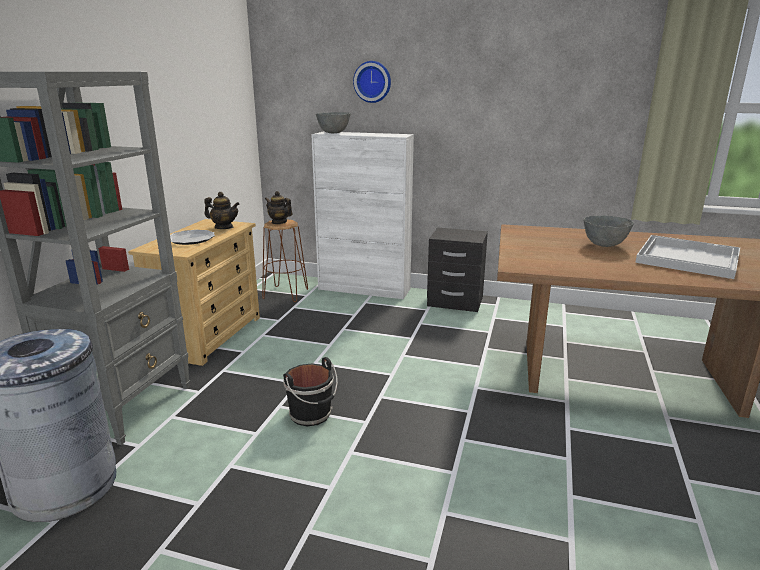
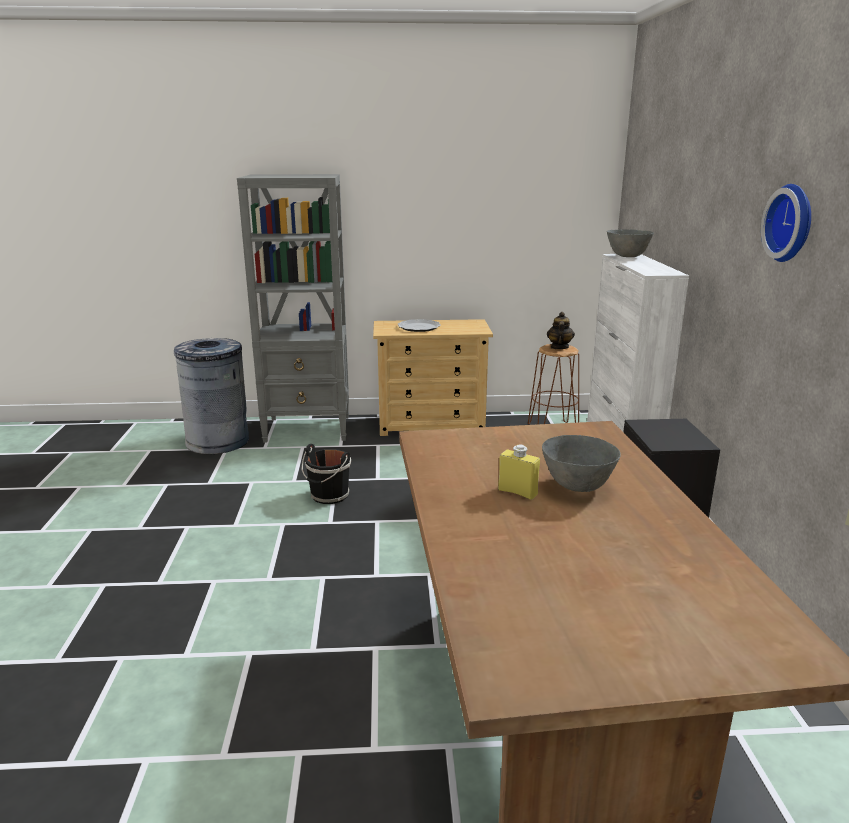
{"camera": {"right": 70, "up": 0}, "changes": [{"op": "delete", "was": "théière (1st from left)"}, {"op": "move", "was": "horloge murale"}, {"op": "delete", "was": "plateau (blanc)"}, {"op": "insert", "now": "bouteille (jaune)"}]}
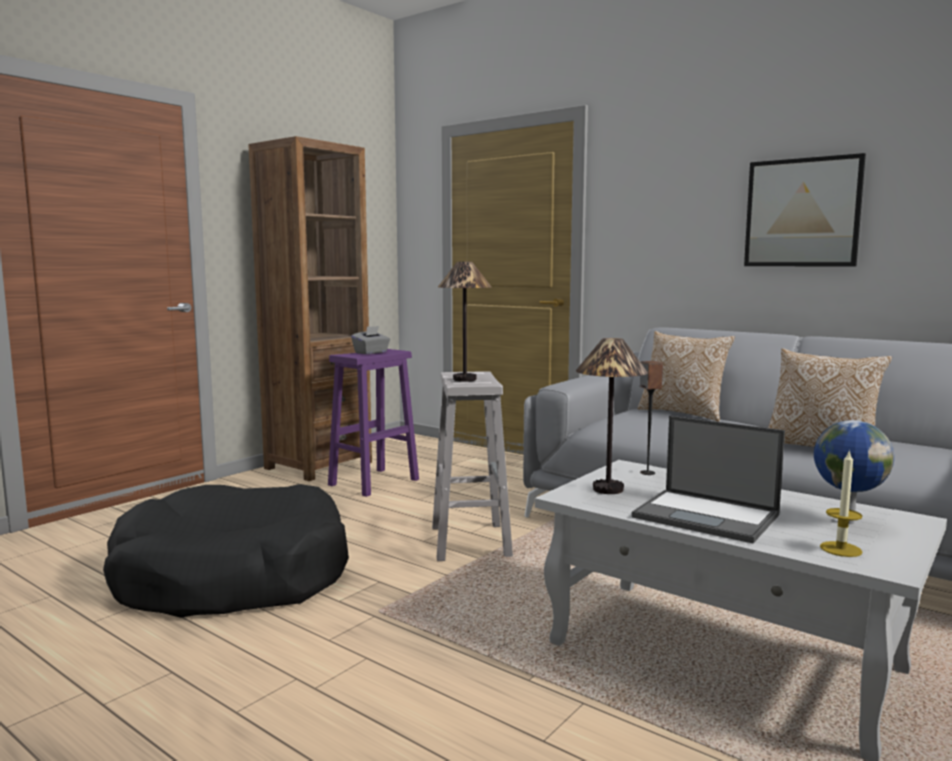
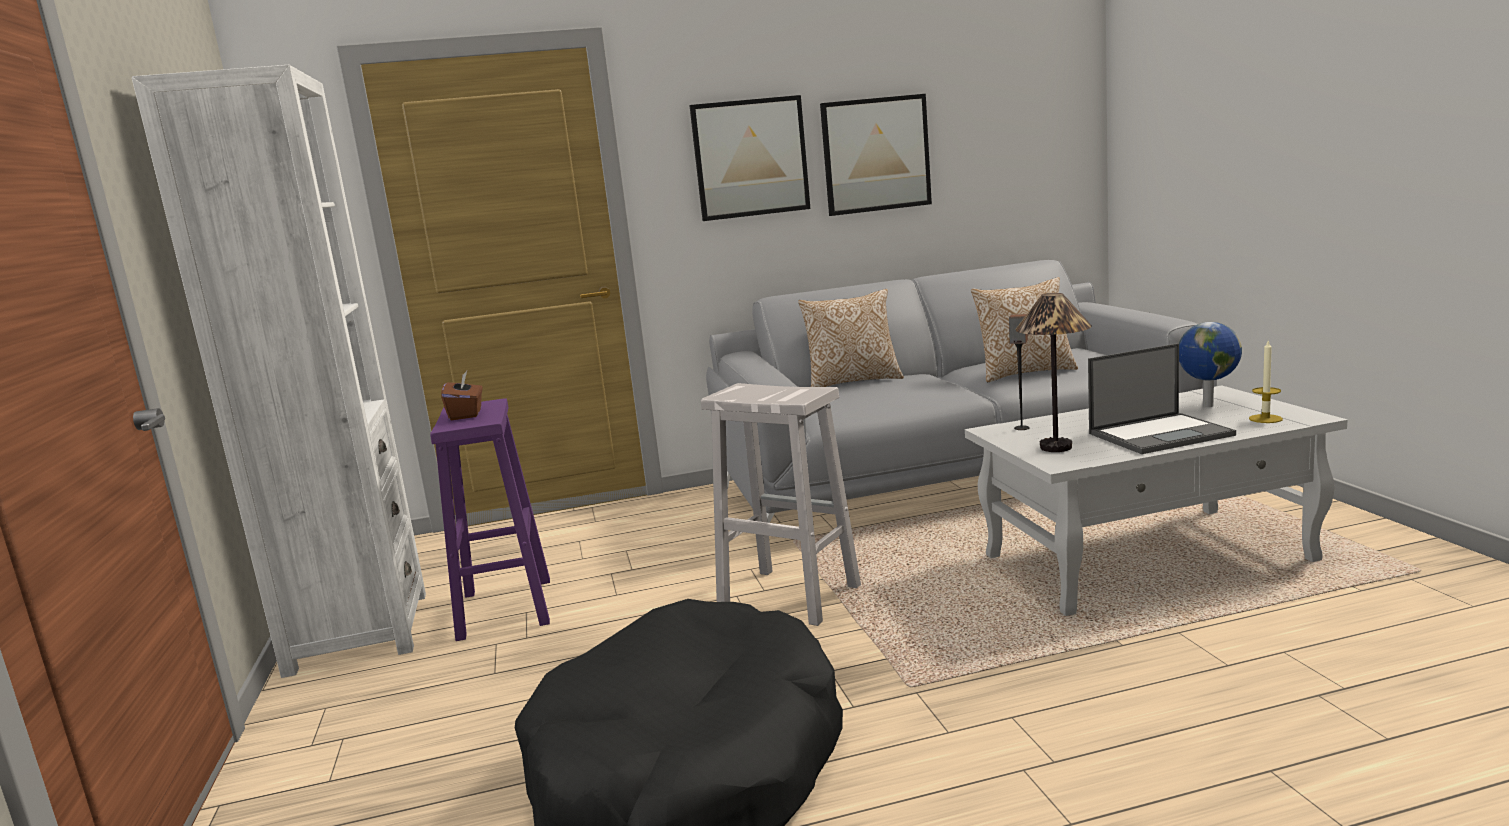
{"camera": {"right": -50, "up": 5}, "changes": [{"op": "recolor", "was": "bibliothèque (marron)", "now": "bibliothèque (blanc)"}, {"op": "recolor", "was": "boîte à mouchoirs (gris)", "now": "boîte à mouchoirs (marron)"}, {"op": "delete", "was": "lampe de table (1st from left)"}, {"op": "insert", "now": "tableau (1st from left)"}]}
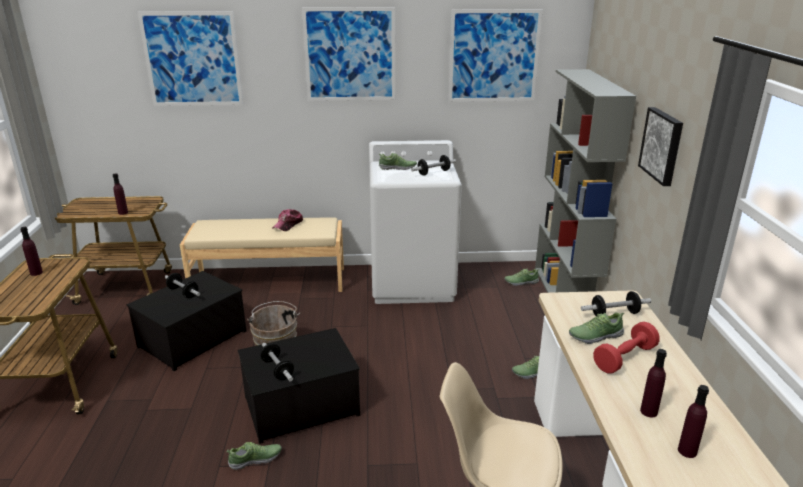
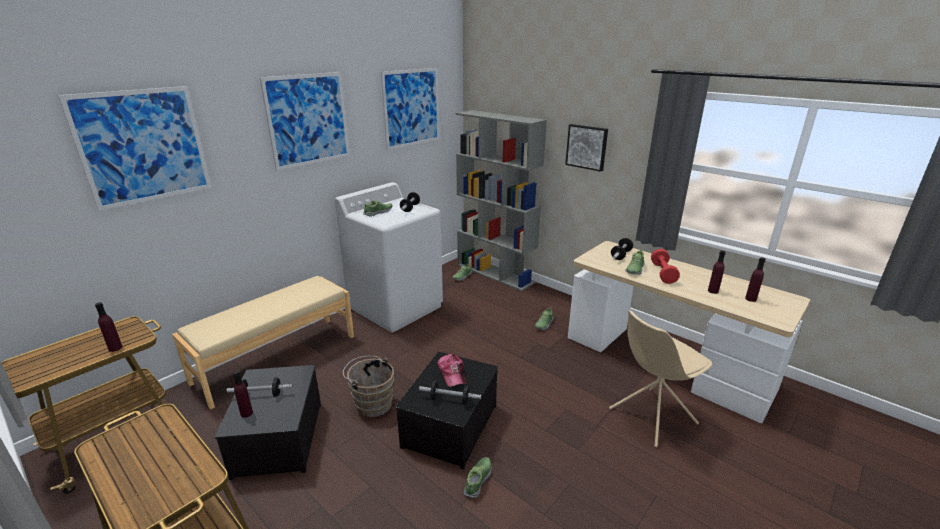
{"camera": {"right": -45, "up": 0}, "changes": [{"op": "move", "was": "bouteille (violet) (1st from left in the first image)", "now": "bouteille (violet) (2nd from left)"}, {"op": "move", "was": "casquette"}]}
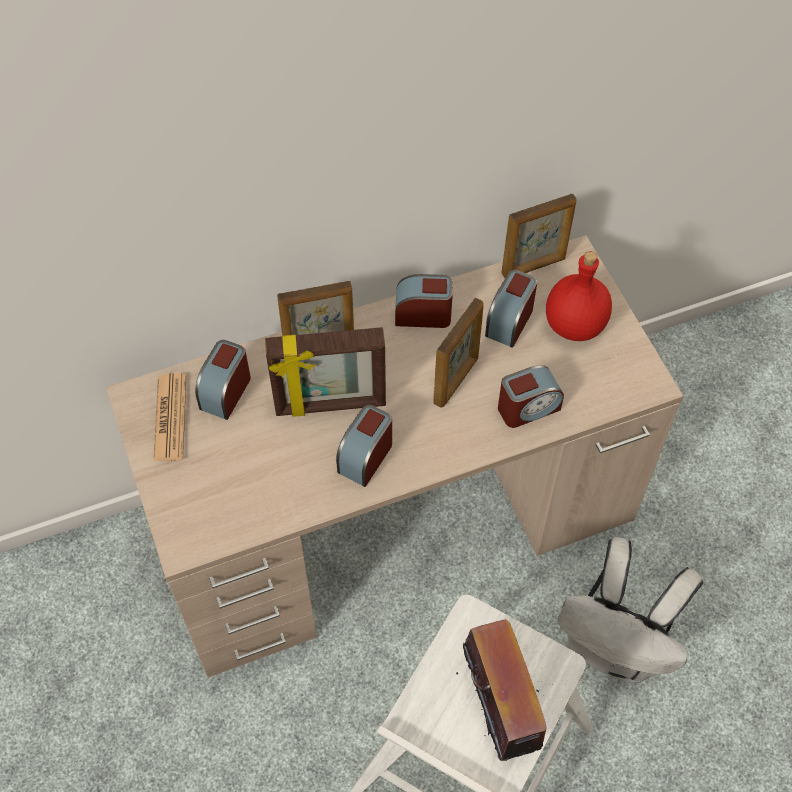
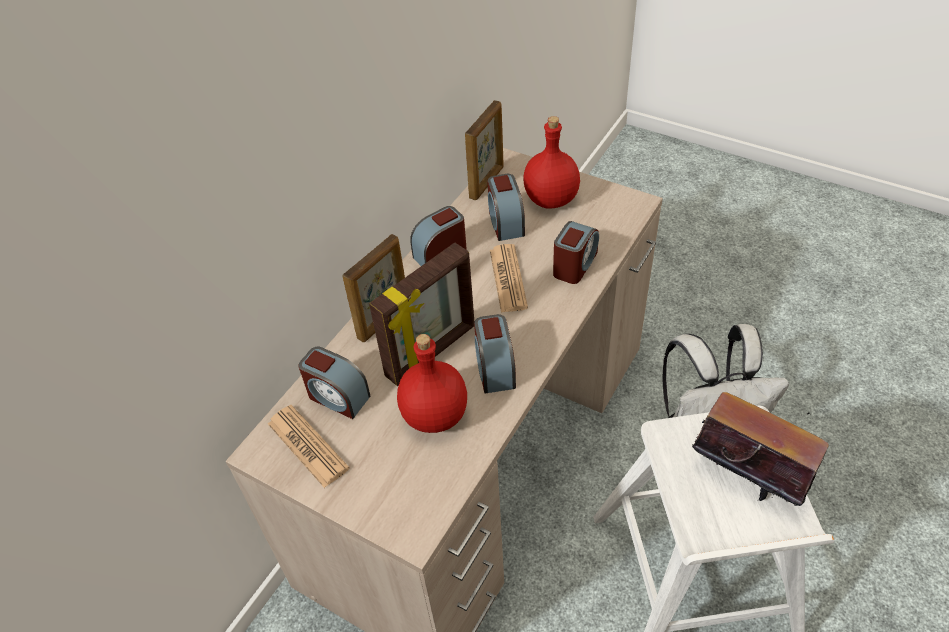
{"camera": {"right": -35, "up": -10}, "changes": [{"op": "rotate", "was": "réveil (1st from left)", "clockwise": -45}, {"op": "replace", "was": "cadre photo (3rd from left)", "now": "journal (2nd from left)"}, {"op": "insert", "now": "bouteille (rouge) (1st from left)"}]}
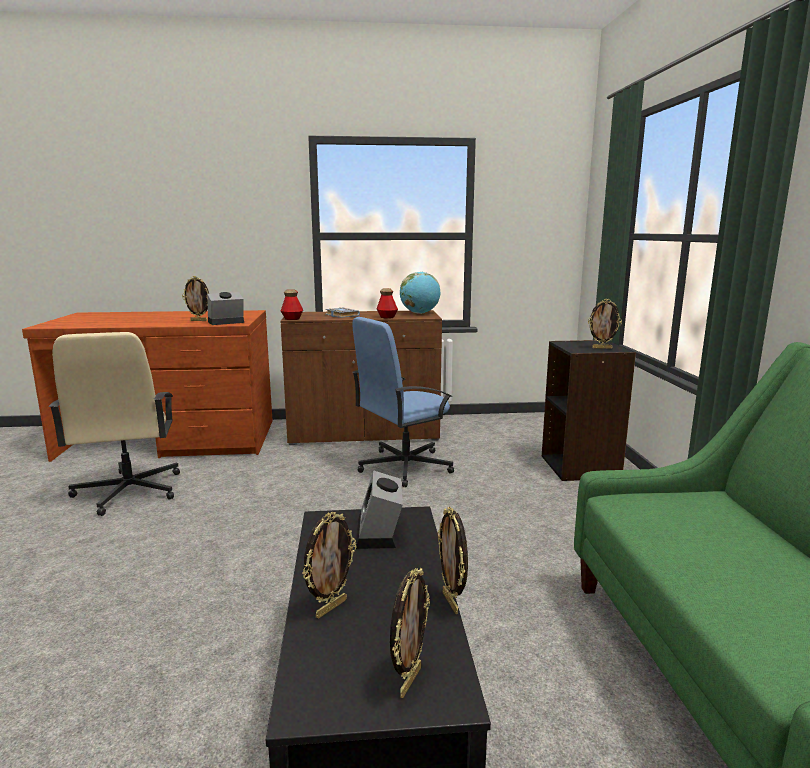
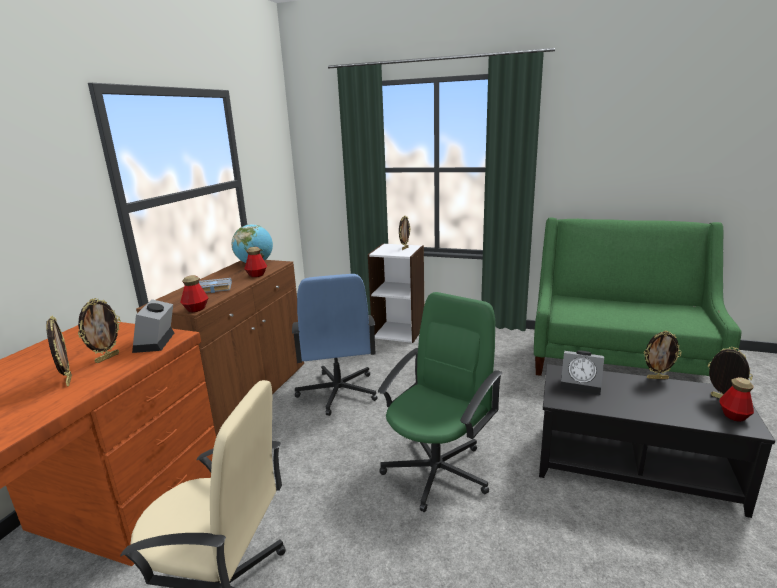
{"camera": {"right": -65, "up": 5}, "changes": [{"op": "move", "was": "cadre photo (2nd from left in the first image)", "now": "cadre photo (1st from left)"}, {"op": "recolor", "was": "bibliothèque (noir)", "now": "bibliothèque (blanc)"}, {"op": "insert", "now": "chaise de bureau (vert)"}, {"op": "insert", "now": "bouteille (3rd from left)"}]}
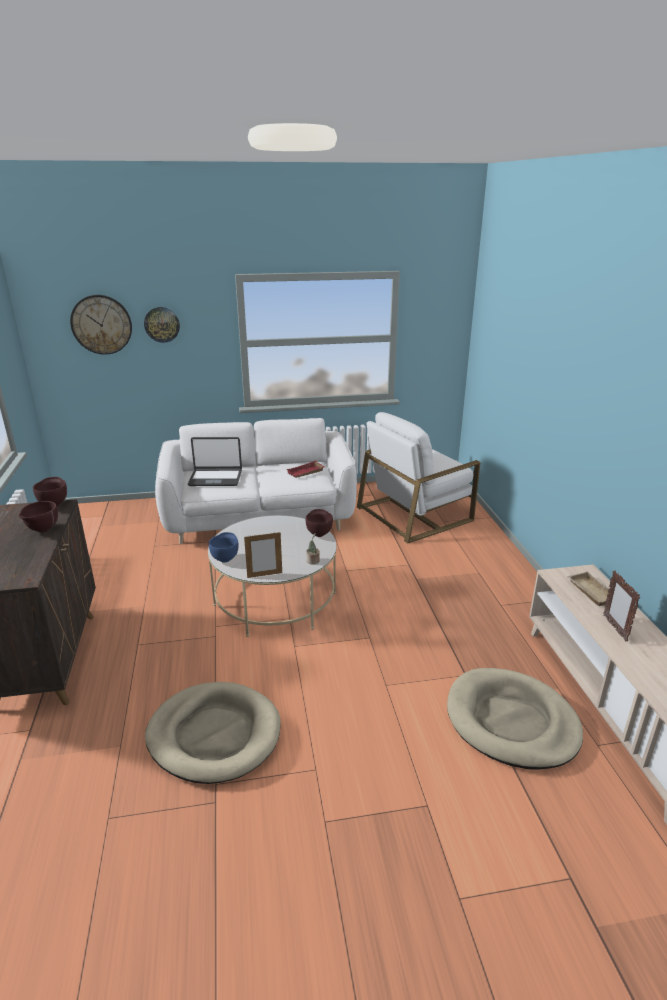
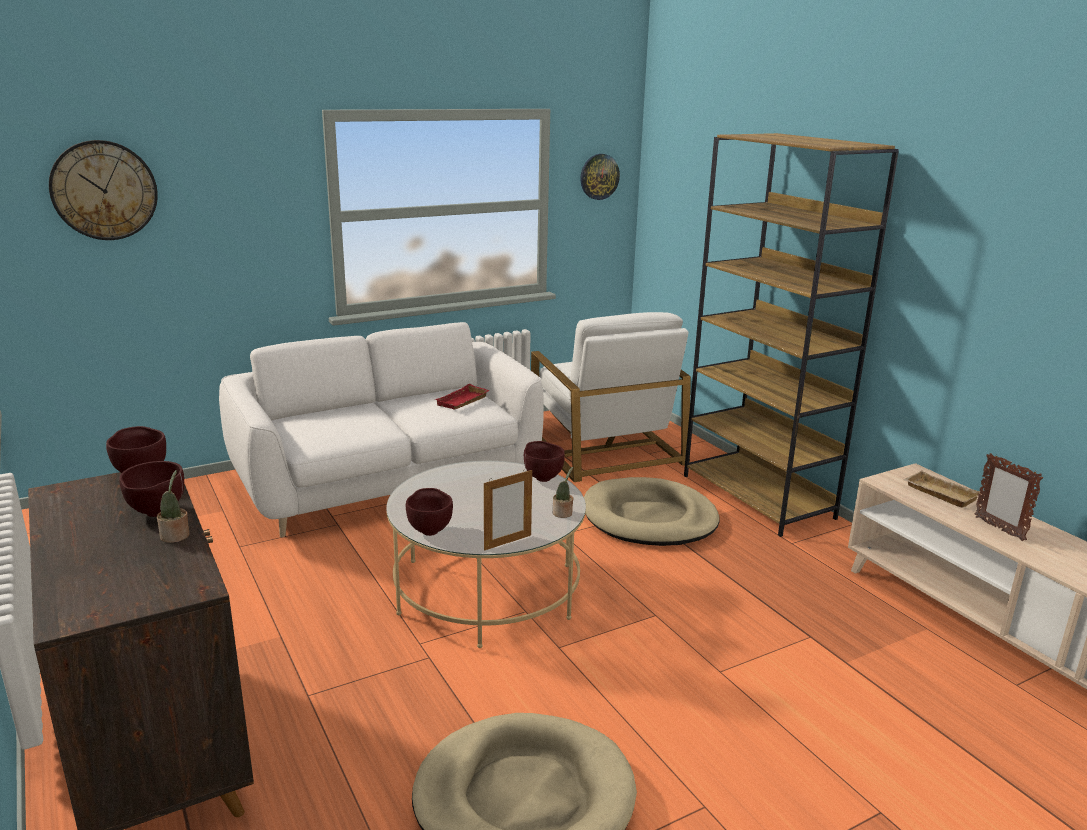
{"camera": {"right": -20, "up": -5}, "changes": [{"op": "move", "was": "horloge murale (2nd from left)"}, {"op": "delete", "was": "ordinateur portable"}, {"op": "recolor", "was": "bol (bleu)", "now": "bol (marron) (3rd from left)"}, {"op": "rotate", "was": "fauteuil (blanc)", "clockwise": -60}, {"op": "move", "was": "panier pour chien (beige) (2nd from left)"}, {"op": "insert", "now": "plante en pot (1st from left)"}, {"op": "insert", "now": "bibliothèque (marron)"}]}
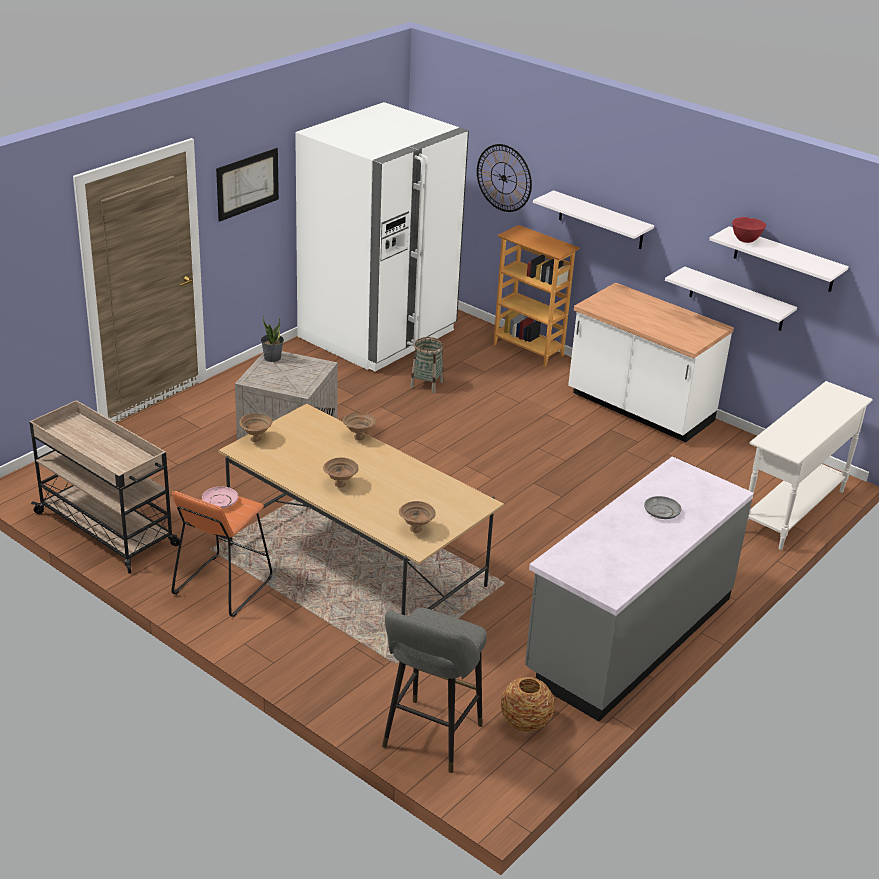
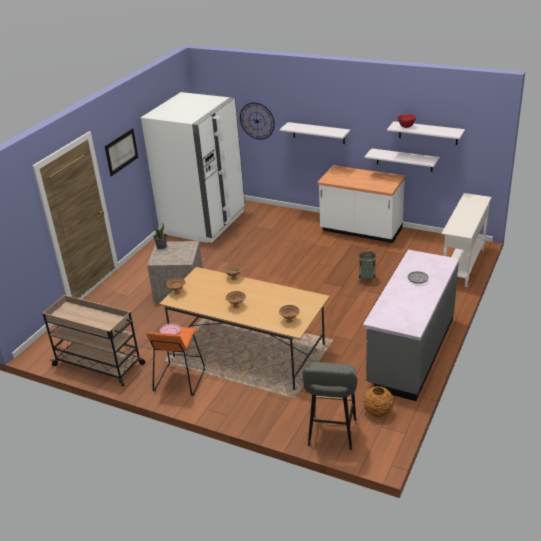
{"camera": {"right": -10, "up": 0}, "changes": [{"op": "move", "was": "panier"}, {"op": "delete", "was": "bibliothèque"}]}
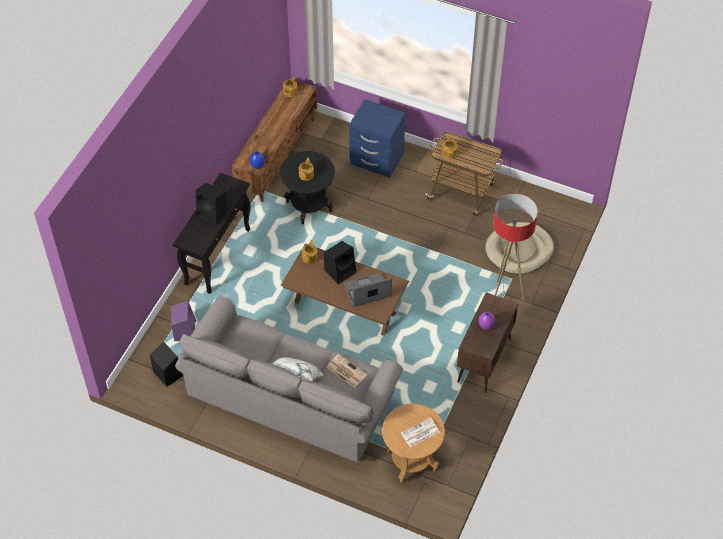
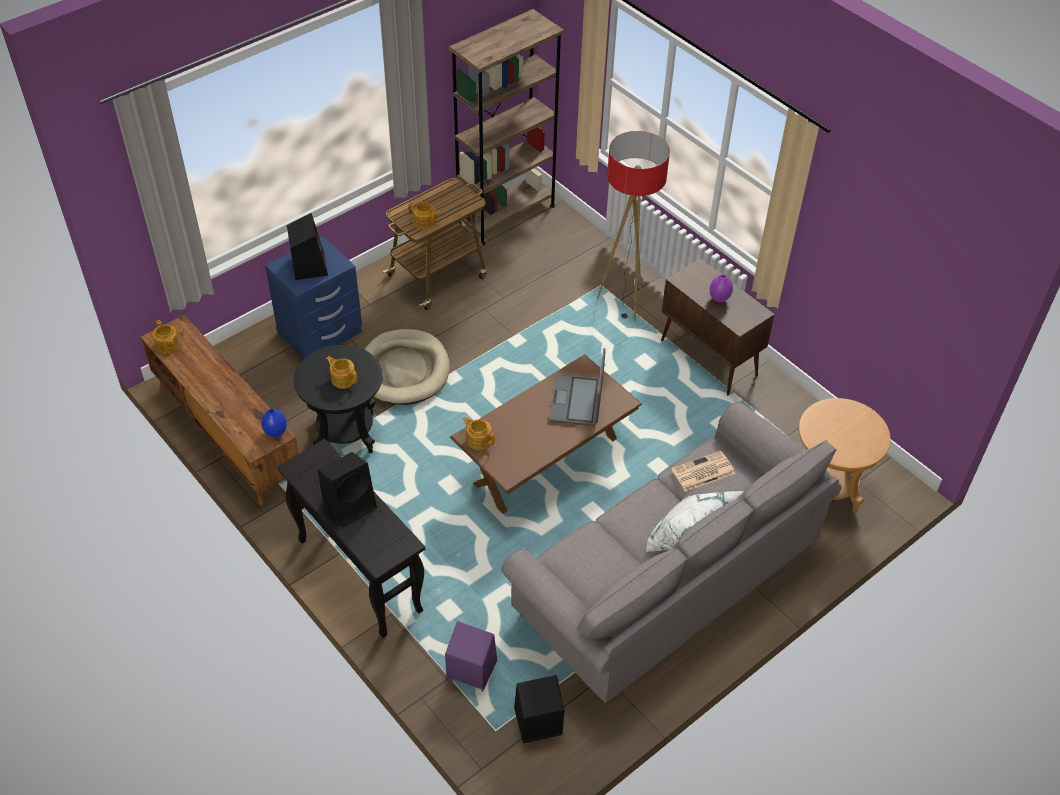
{"camera": {"right": -65, "up": -5}, "changes": [{"op": "move", "was": "enceinte (noir) (3rd from left in the first image)", "now": "enceinte (noir) (1st from left)"}, {"op": "delete", "was": "journal (2nd from left)"}, {"op": "move", "was": "panier pour chien (beige)"}, {"op": "insert", "now": "bibliothèque (marron)"}]}
